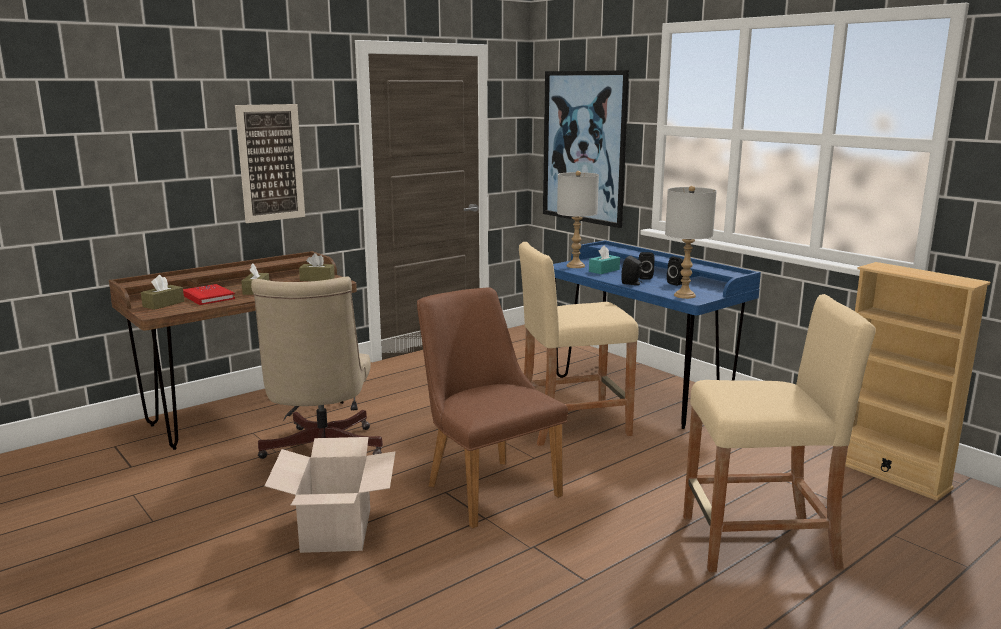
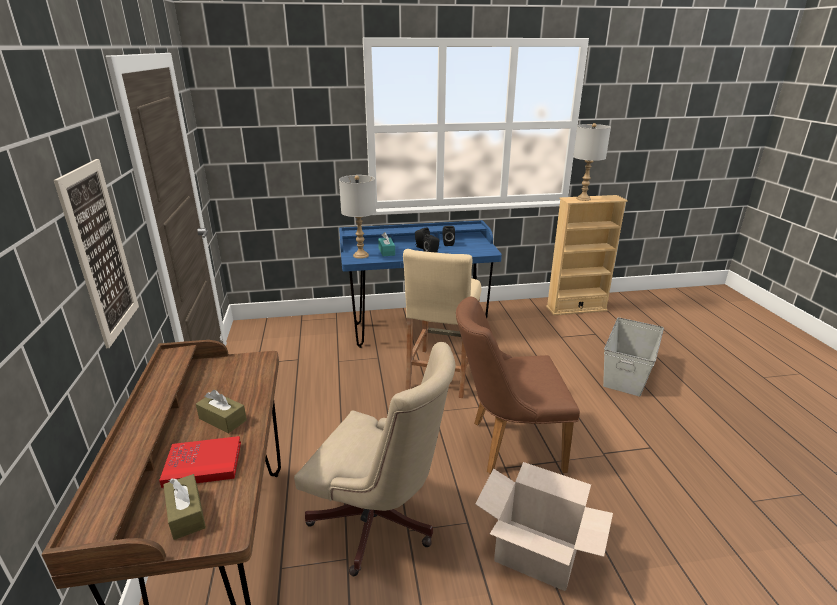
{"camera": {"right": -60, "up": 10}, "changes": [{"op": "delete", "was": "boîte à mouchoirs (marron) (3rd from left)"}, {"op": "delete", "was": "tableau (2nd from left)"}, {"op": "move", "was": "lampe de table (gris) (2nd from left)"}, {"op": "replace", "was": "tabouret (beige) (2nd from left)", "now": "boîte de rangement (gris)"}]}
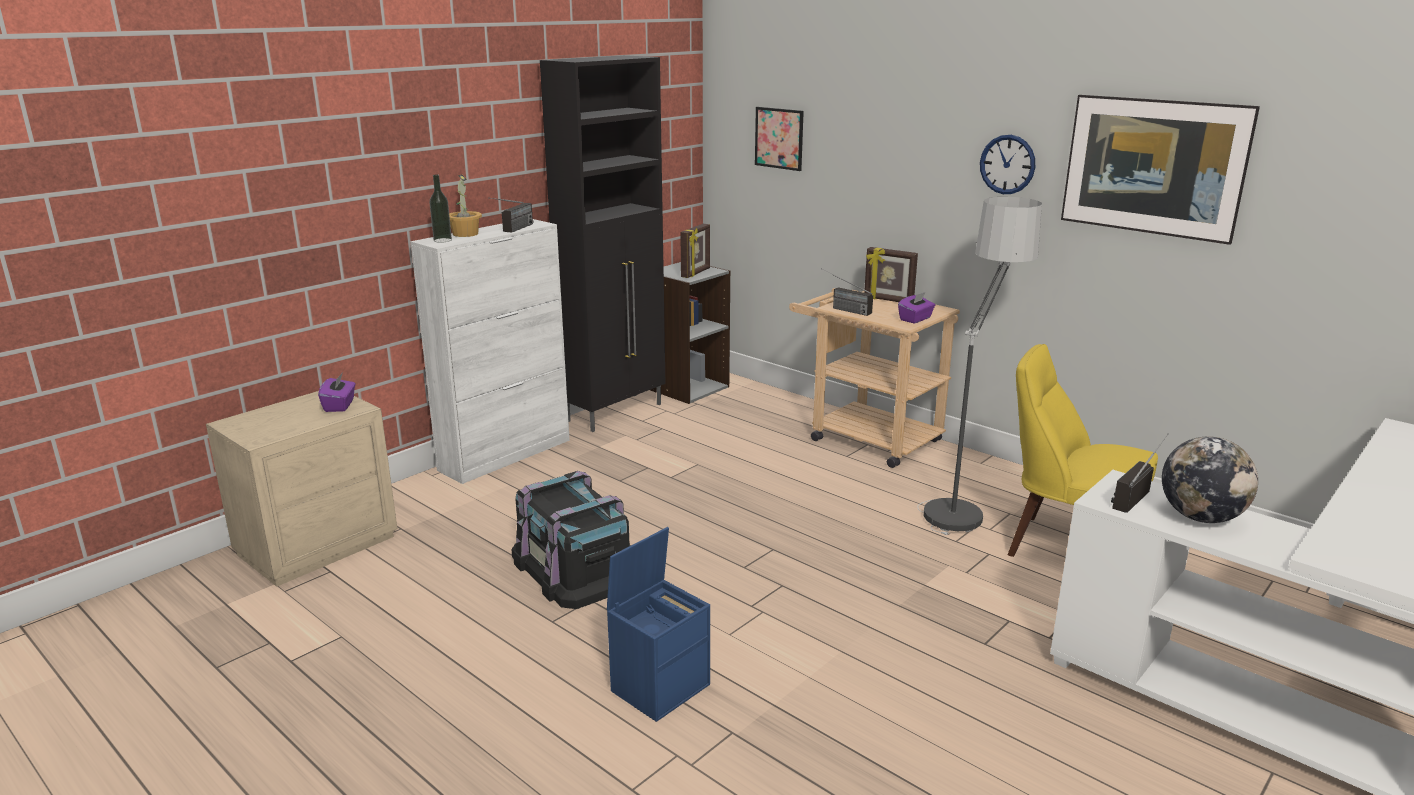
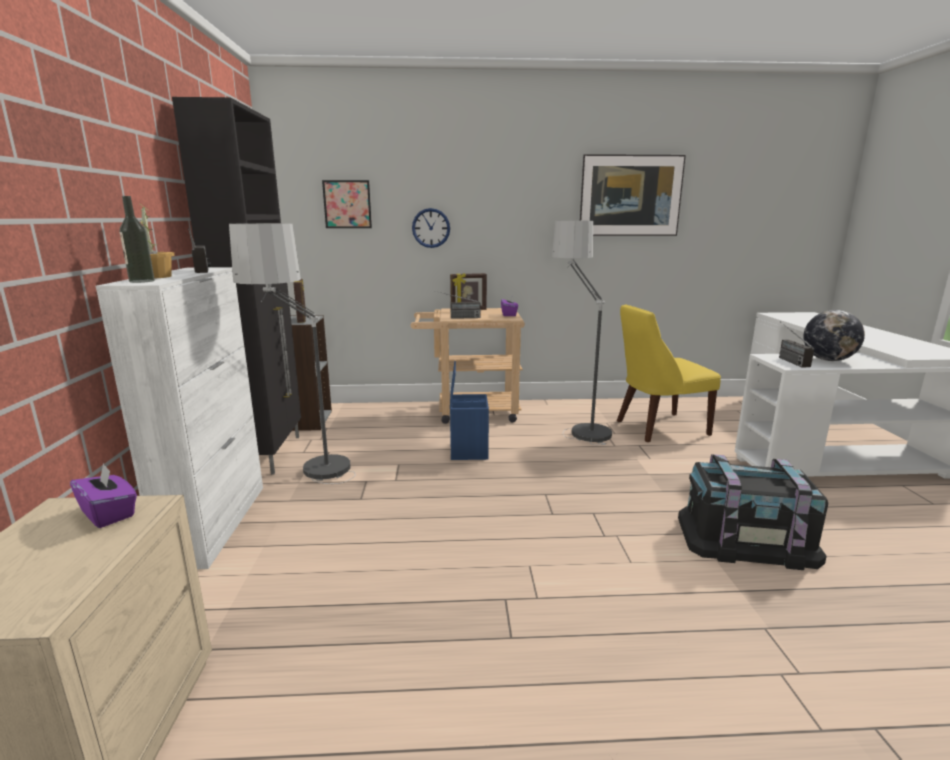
{"camera": {"right": -45, "up": -5}, "changes": [{"op": "move", "was": "boîte de rangement (noir)"}, {"op": "move", "was": "boîte de rangement (bleu)"}, {"op": "move", "was": "horloge murale"}, {"op": "insert", "now": "lampadaire (1st from left)"}]}
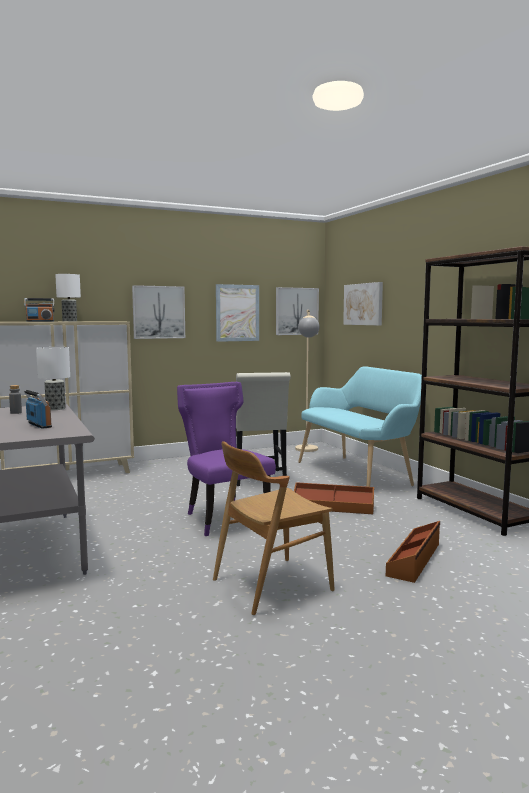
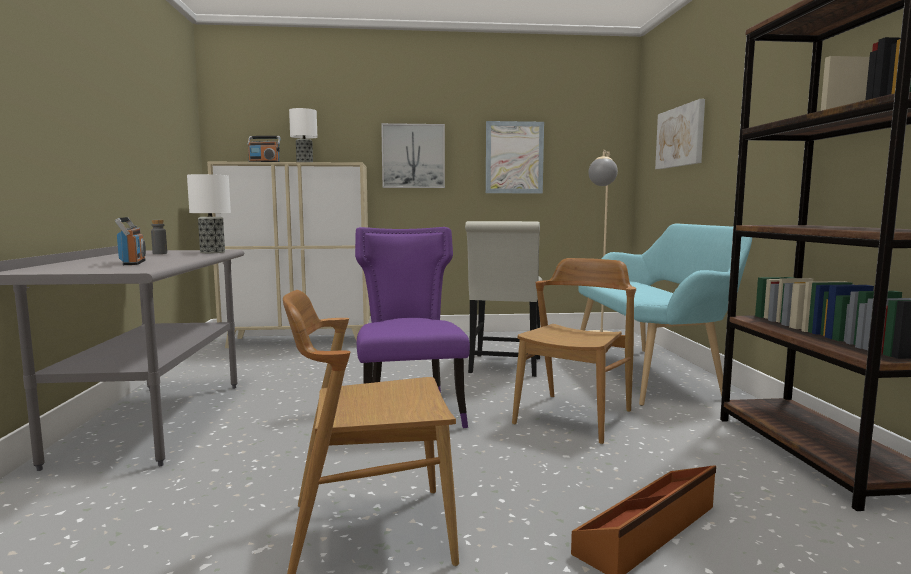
{"camera": {"right": 20, "up": 0}, "changes": [{"op": "delete", "was": "tableau (3rd from left)"}, {"op": "replace", "was": "boîte de rangement (marron) (1st from left)", "now": "chaise (marron) (2nd from left)"}]}
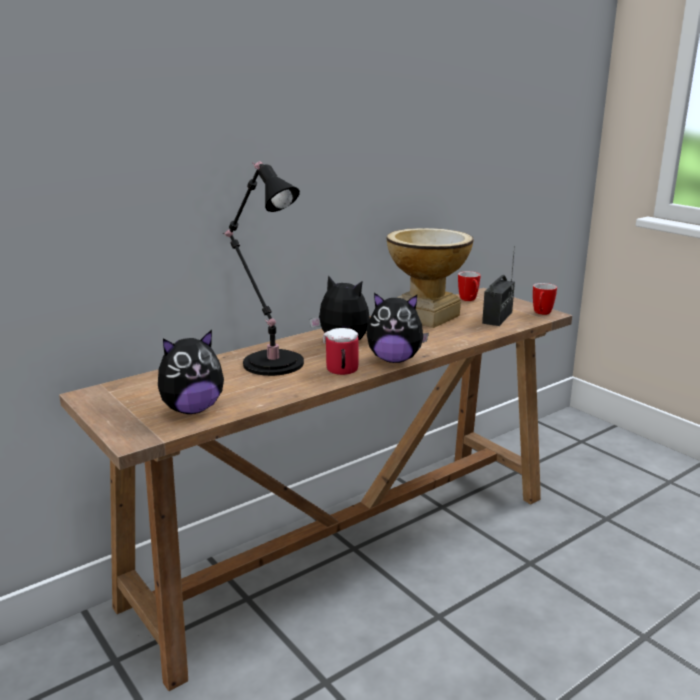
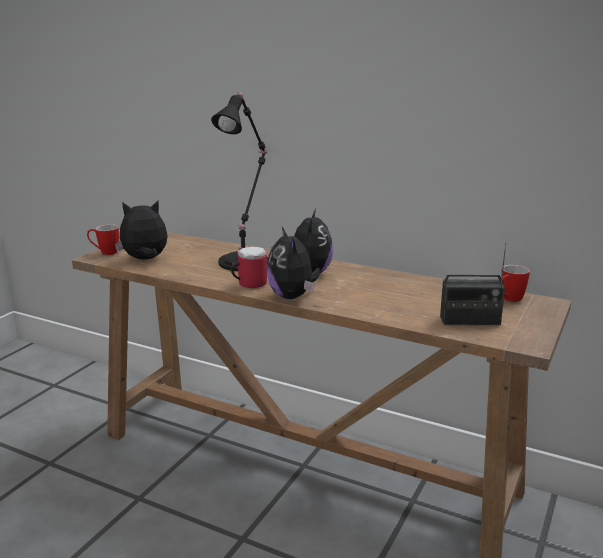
{"camera": {"right": 65, "up": 0}, "changes": [{"op": "rotate", "was": "peluche (1st from left)", "clockwise": 135}, {"op": "delete", "was": "vase"}, {"op": "move", "was": "mug (3rd from left in the first image)", "now": "mug (1st from left)"}]}
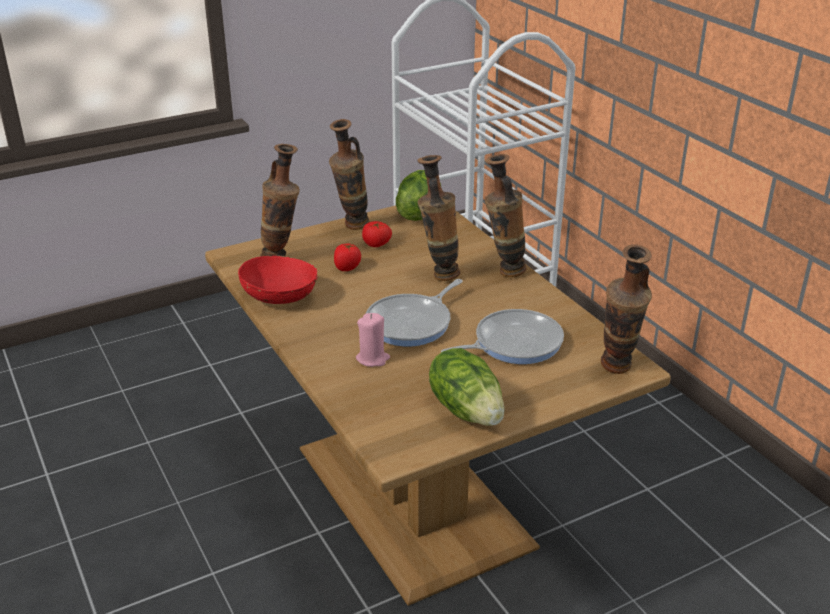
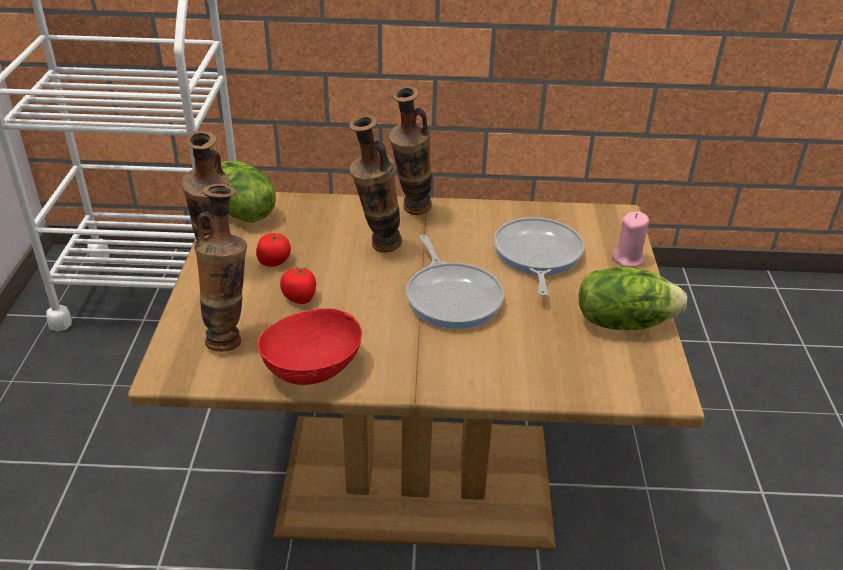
{"camera": {"right": -60, "up": 5}, "changes": [{"op": "move", "was": "bougie (rose)"}, {"op": "delete", "was": "vase (5th from left)"}]}
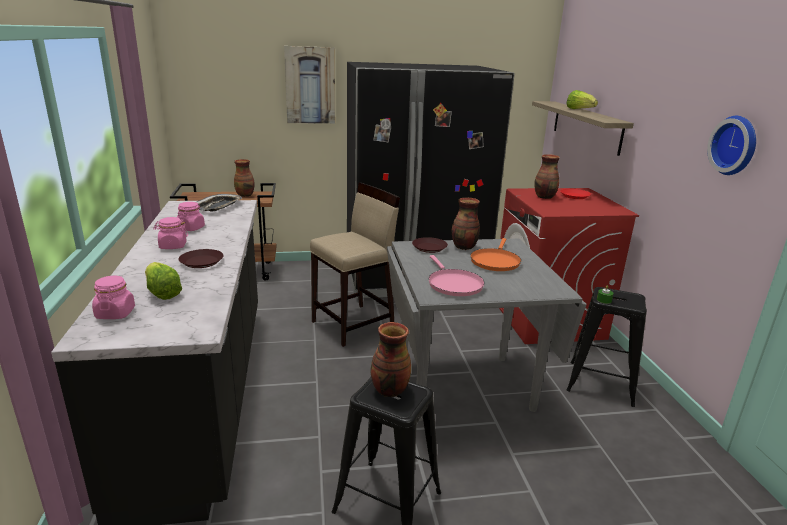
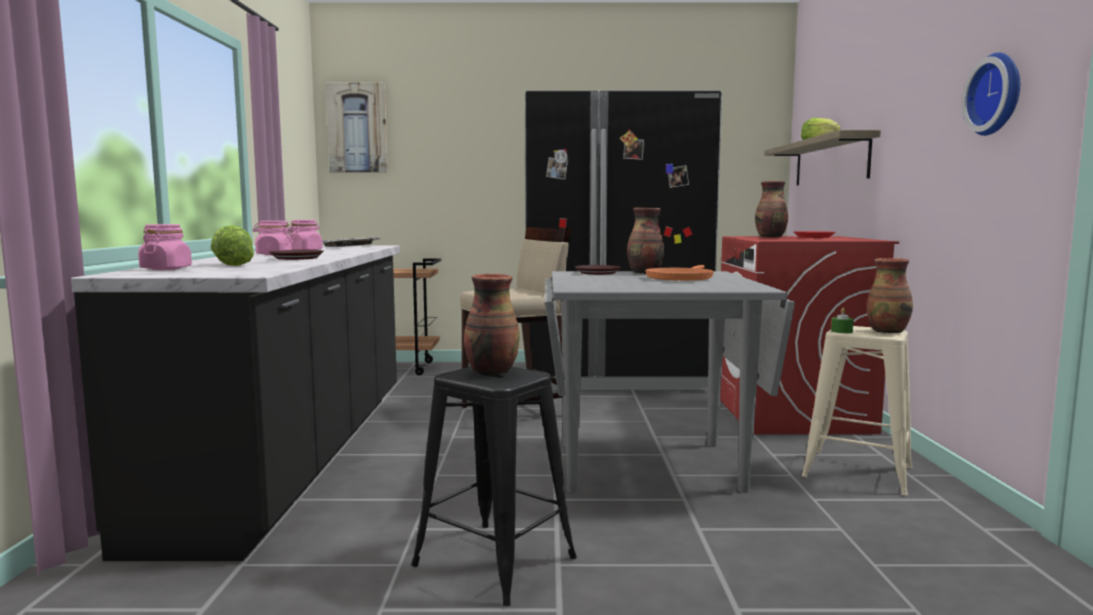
{"camera": {"right": 10, "up": -15}, "changes": [{"op": "move", "was": "vase (1st from left in the first image)", "now": "vase (4th from left)"}, {"op": "move", "was": "tableau"}, {"op": "delete", "was": "poêle (rose)"}, {"op": "recolor", "was": "tabouret (noir) (2nd from left)", "now": "tabouret (beige) (2nd from left)"}]}
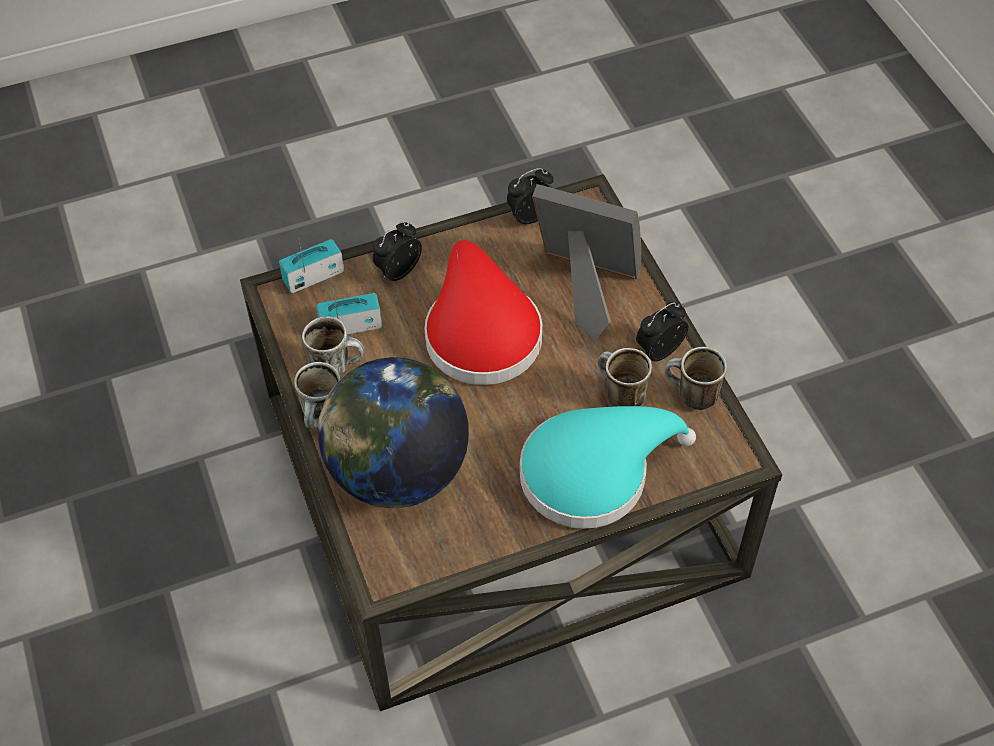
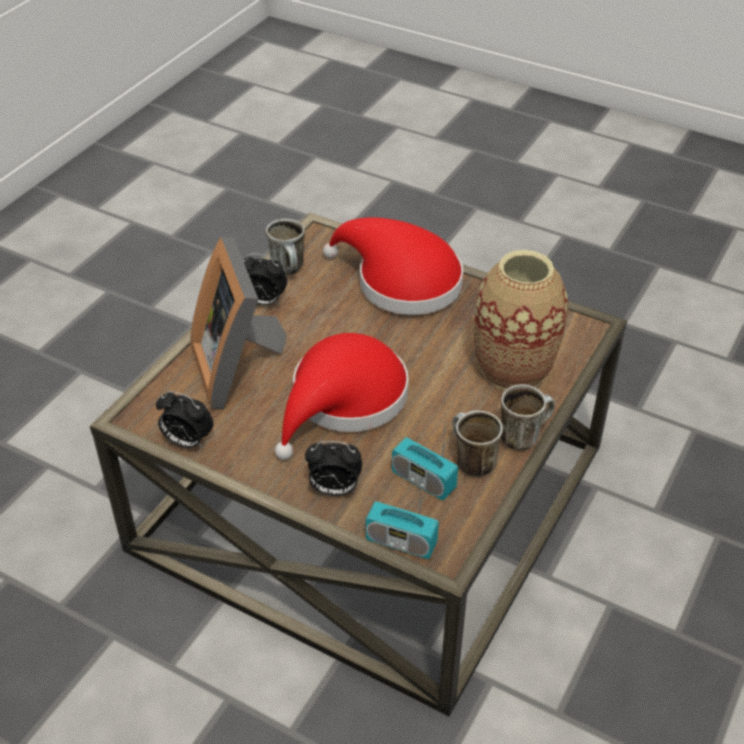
{"camera": {"right": -130, "up": -10}, "changes": [{"op": "replace", "was": "globe", "now": "vase"}, {"op": "recolor", "was": "chapeau (turquoise)", "now": "chapeau (rouge) (2nd from left)"}, {"op": "delete", "was": "mug (3rd from left)"}]}
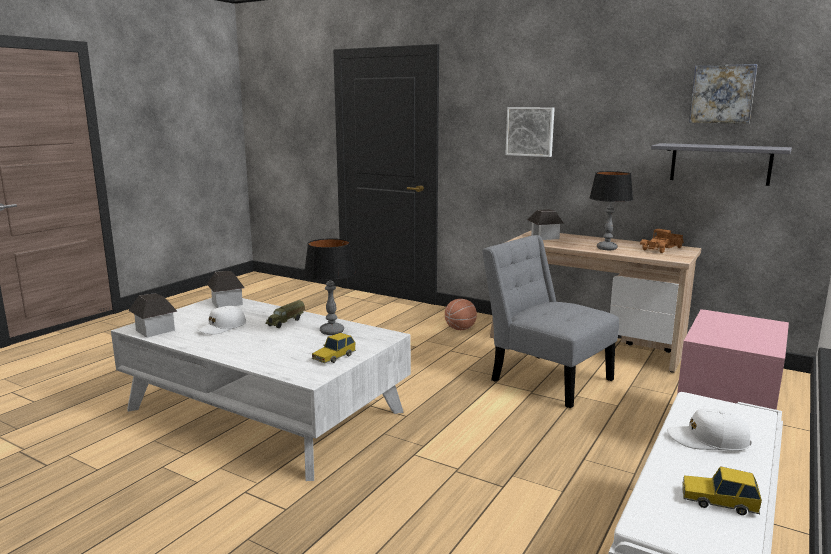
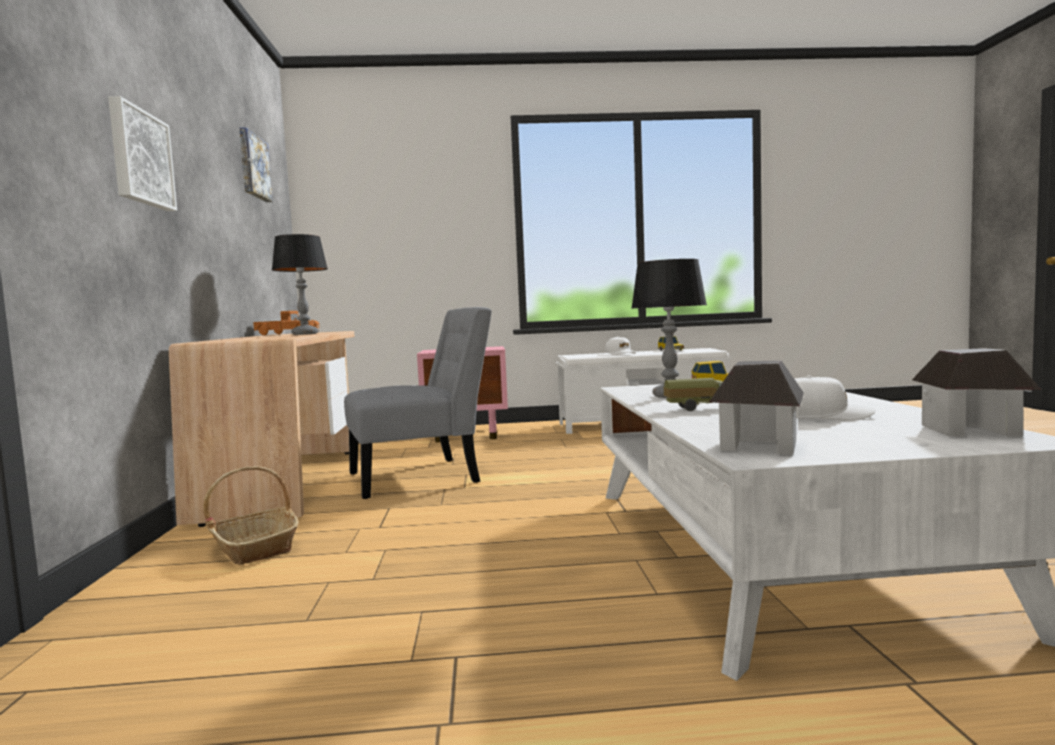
{"camera": {"right": -125, "up": -10}, "changes": [{"op": "replace", "was": "ballon de basket", "now": "panier"}, {"op": "rotate", "was": "chaise (gris)", "clockwise": -120}, {"op": "delete", "was": "maison miniature (3rd from left)"}, {"op": "delete", "was": "étagère (gris)"}]}
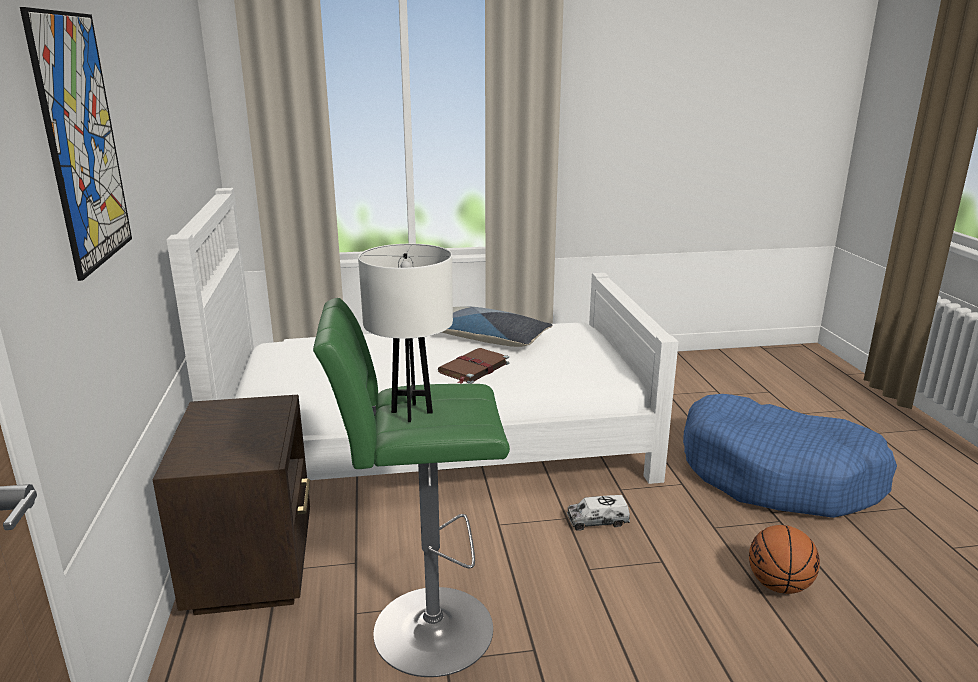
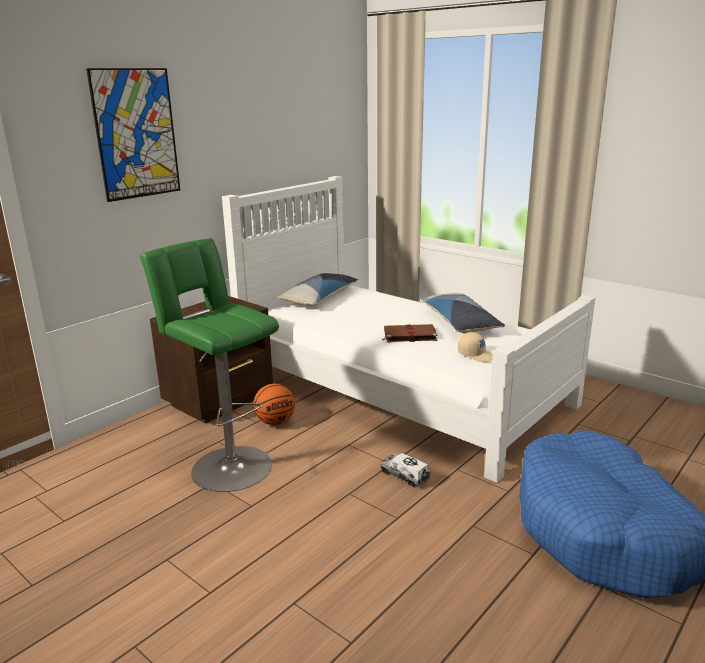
{"camera": {"right": 50, "up": 0}, "changes": [{"op": "delete", "was": "lampe de table (blanc)"}, {"op": "move", "was": "ballon de basket"}, {"op": "insert", "now": "coussin (1st from left)"}, {"op": "insert", "now": "casquette (beige)"}]}
